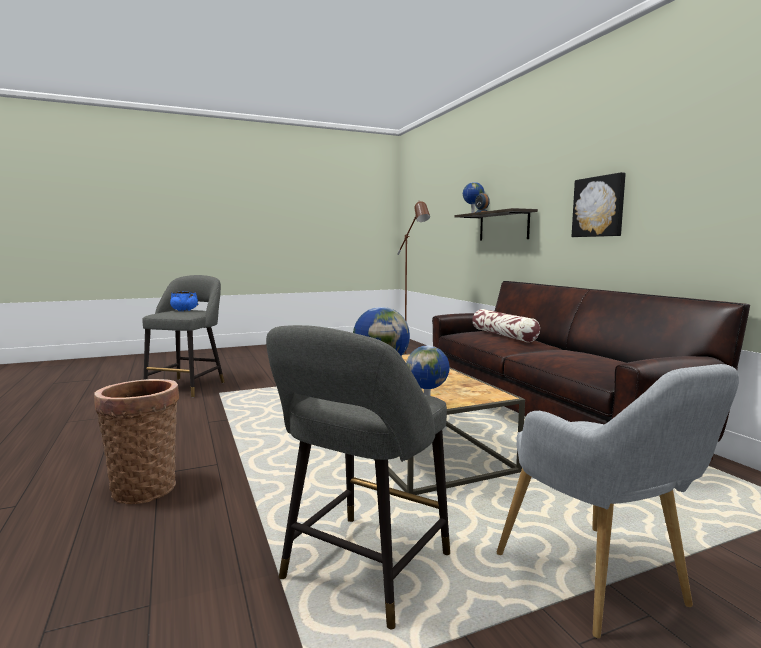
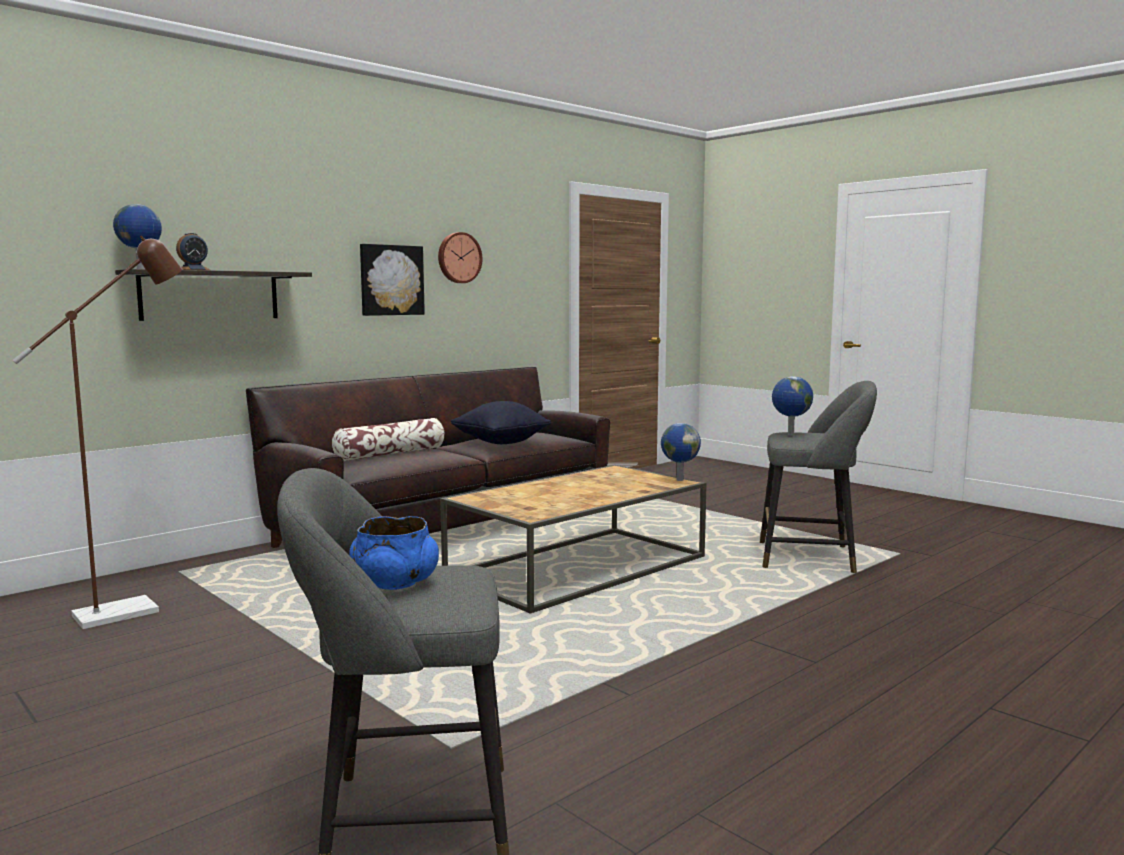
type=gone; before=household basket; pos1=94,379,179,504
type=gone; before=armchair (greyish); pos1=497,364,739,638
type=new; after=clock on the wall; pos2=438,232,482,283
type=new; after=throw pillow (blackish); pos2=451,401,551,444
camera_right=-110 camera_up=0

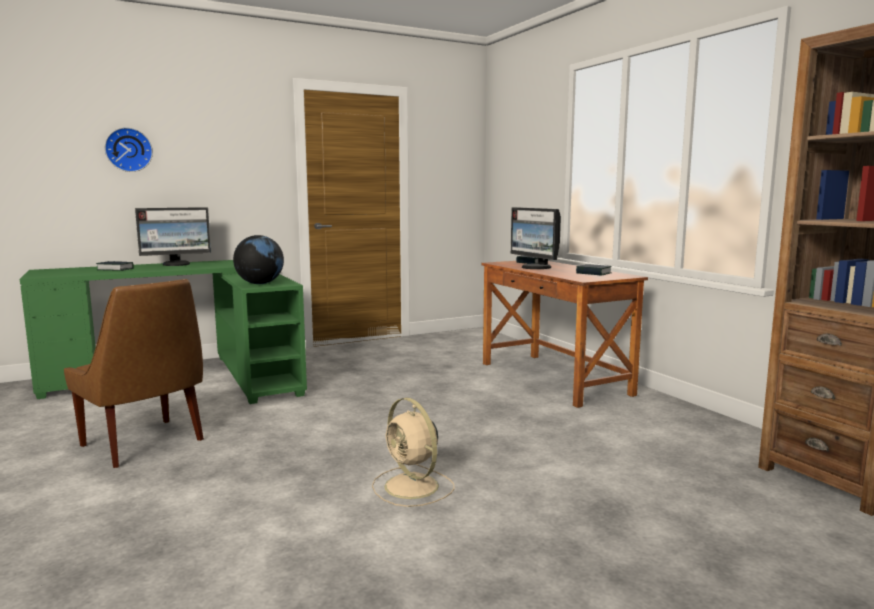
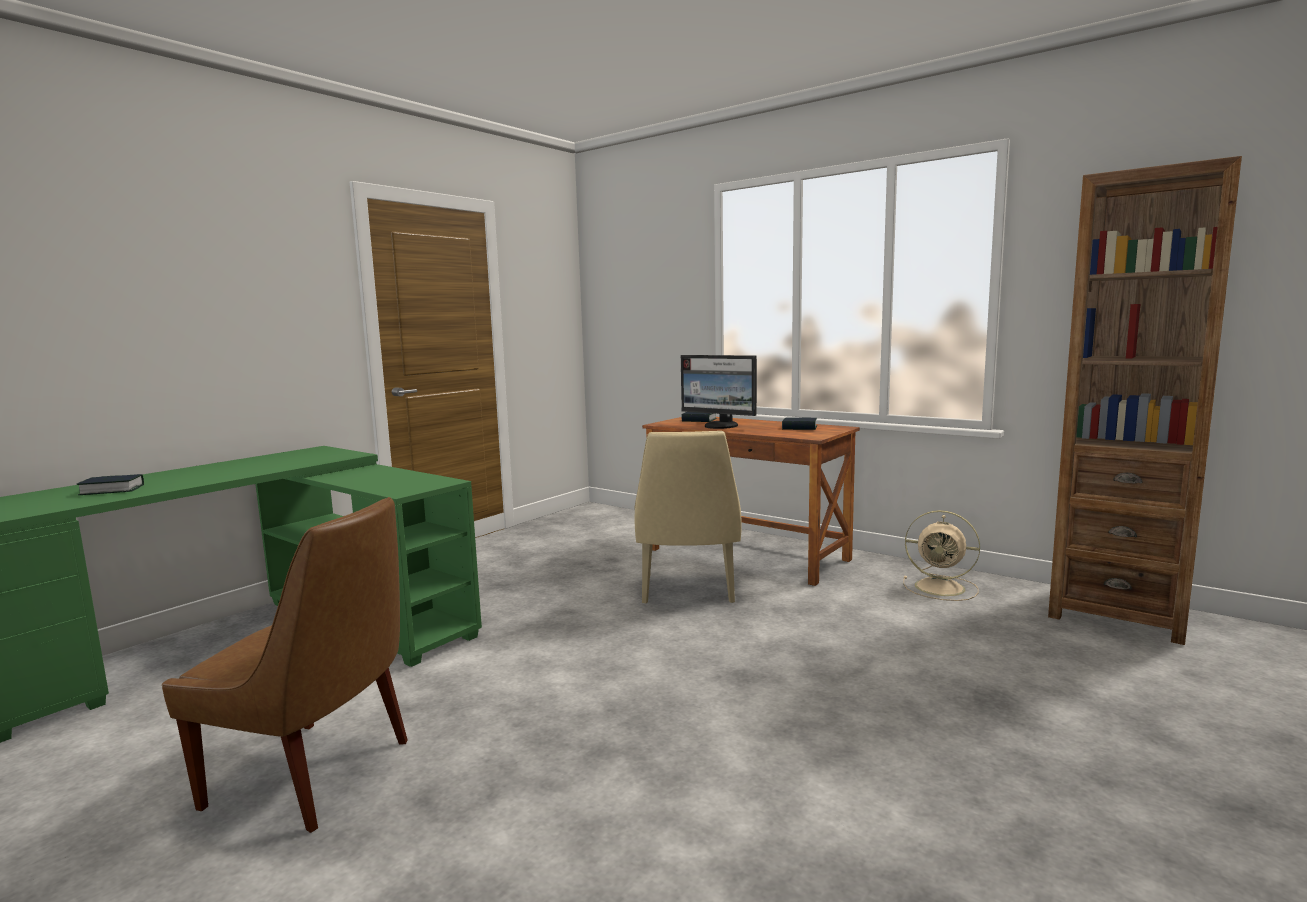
type=gone; before=clock on the wall; pos1=104,127,153,172
type=gone; before=monitor; pos1=135,207,211,266
type=gone; before=world globe; pos1=233,235,284,284
type=new; after=plain chair (beige-coloured); pos2=635,431,742,604
type=shifted; before=electric fan (beige-coloured); pos1=372,398,454,507; pos2=903,510,980,601
camera_right=-25 camera_up=0

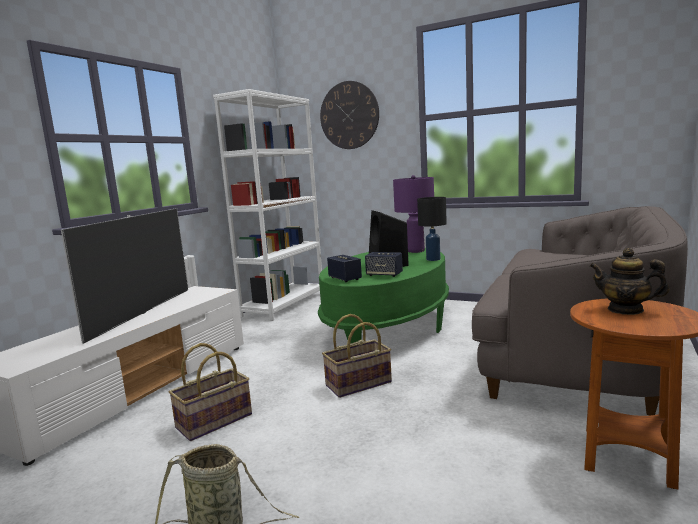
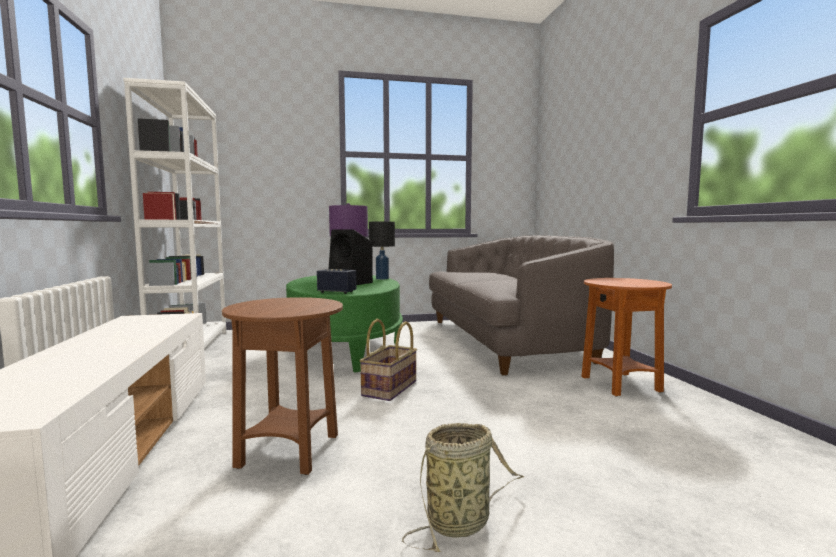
type=gone; before=TV; pos1=61,208,188,344
type=gone; before=clock on the wall; pos1=320,81,379,149
type=gone; before=loudspeaker; pos1=365,252,403,277
type=gone; before=pot for tea; pos1=590,248,669,315
type=swapped; before=household basket; after=side table (brown-coloured); pos1=169,343,252,441; pos2=222,297,343,475
camera_right=-40 camera_up=-5

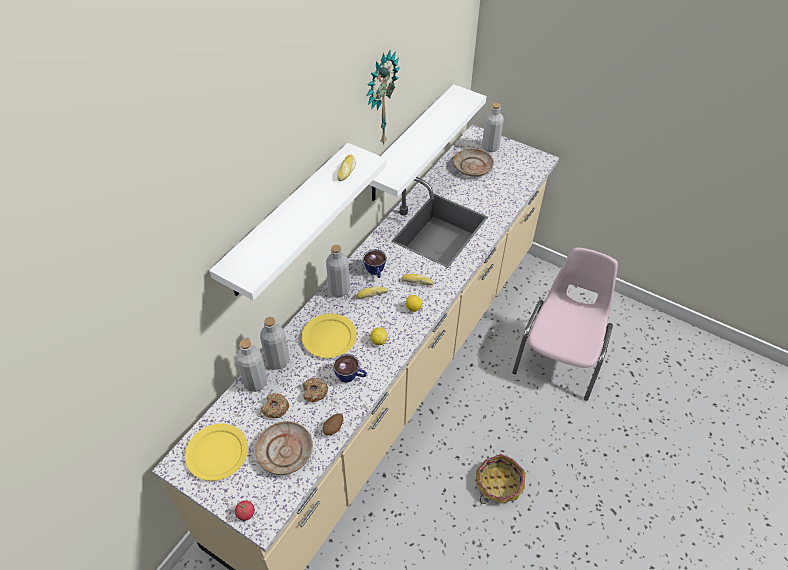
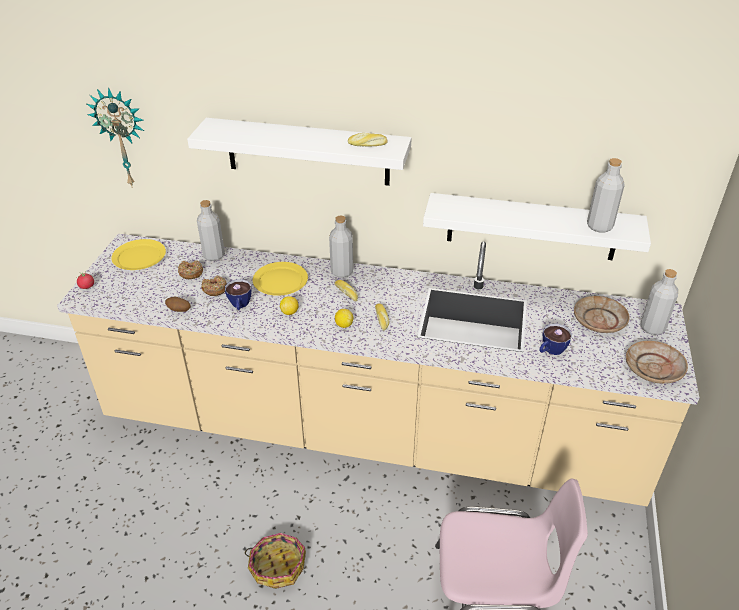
type=shifted; before=plate (beige-coloured); pos1=255,421,313,475; pos2=626,341,688,384
type=shifted; before=drink bottle (greyish); pos1=260,317,289,370; pos2=587,158,625,233
type=shifted; before=small cup; pos1=363,249,387,278; pos2=540,324,572,355
type=shifted; before=clock on the wall; pos1=367,50,400,145; pos2=87,87,144,188
camera_right=70 camera_up=-10

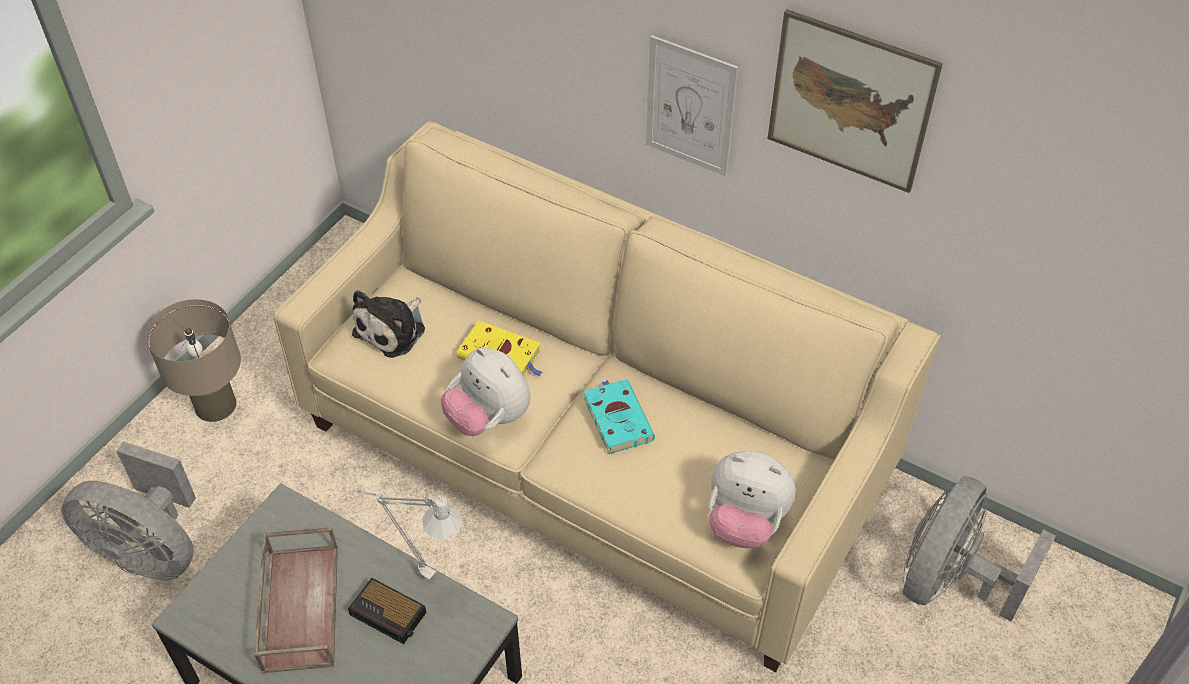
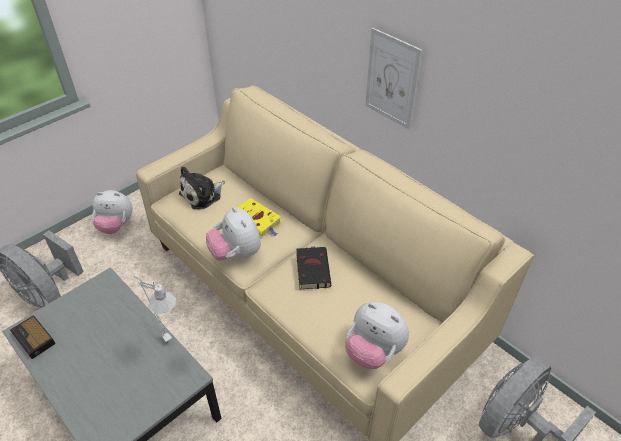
type=gone; before=tray (brown-coloured); pos1=254,527,338,674
type=gone; before=wall art; pos1=768,9,943,193
type=shifted; before=bedside clock; pos1=348,578,426,644; pos2=10,315,56,359
type=swapped; before=tabletop lamp (beige-coloured); after=soft toy; pos1=146,299,241,422; pos2=92,190,133,234
type=repainted; before=book (turquoise); after=book (blackish); pos1=584,379,655,454; pos2=296,246,331,289
camera_right=15 camera_up=-5

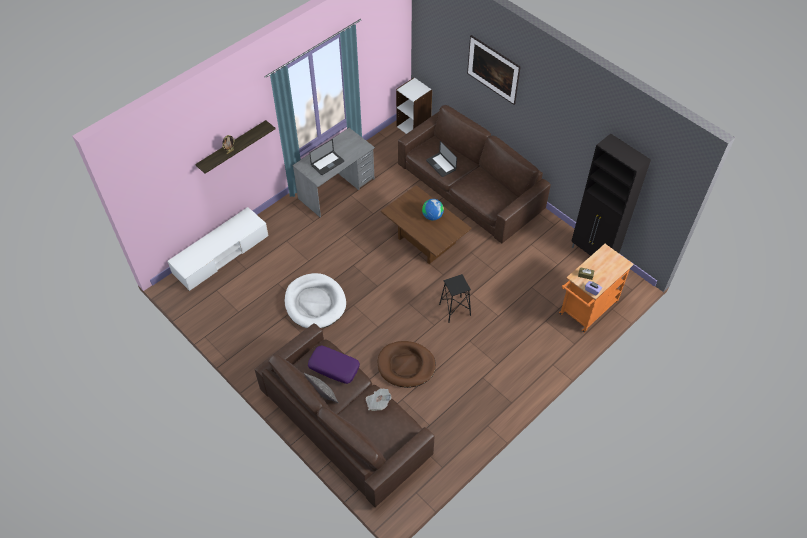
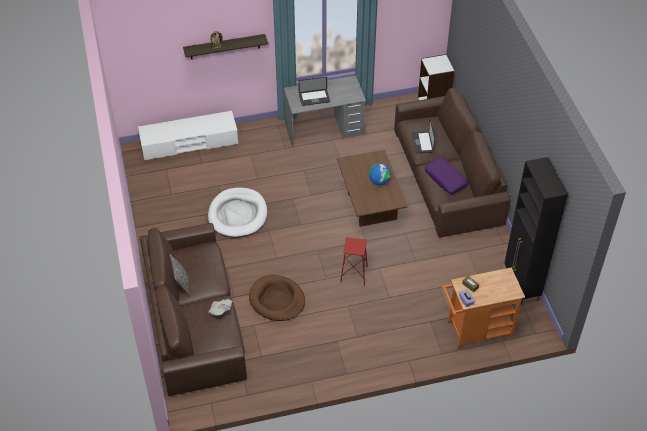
type=gone; before=wall art; pos1=467,35,521,105
type=shifted; before=throw pillow (purple-coloured); pos1=308,346,360,384; pos2=425,158,468,194
type=repainted; before=stool seat (blackish); after=stool seat (red); pos1=439,274,471,323; pos2=340,237,368,286
camera_right=30 camera_up=-5

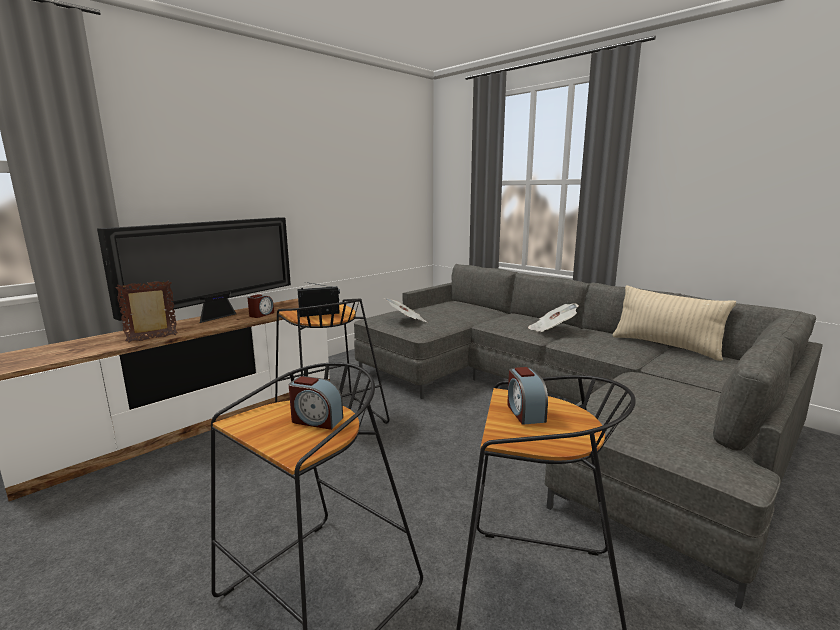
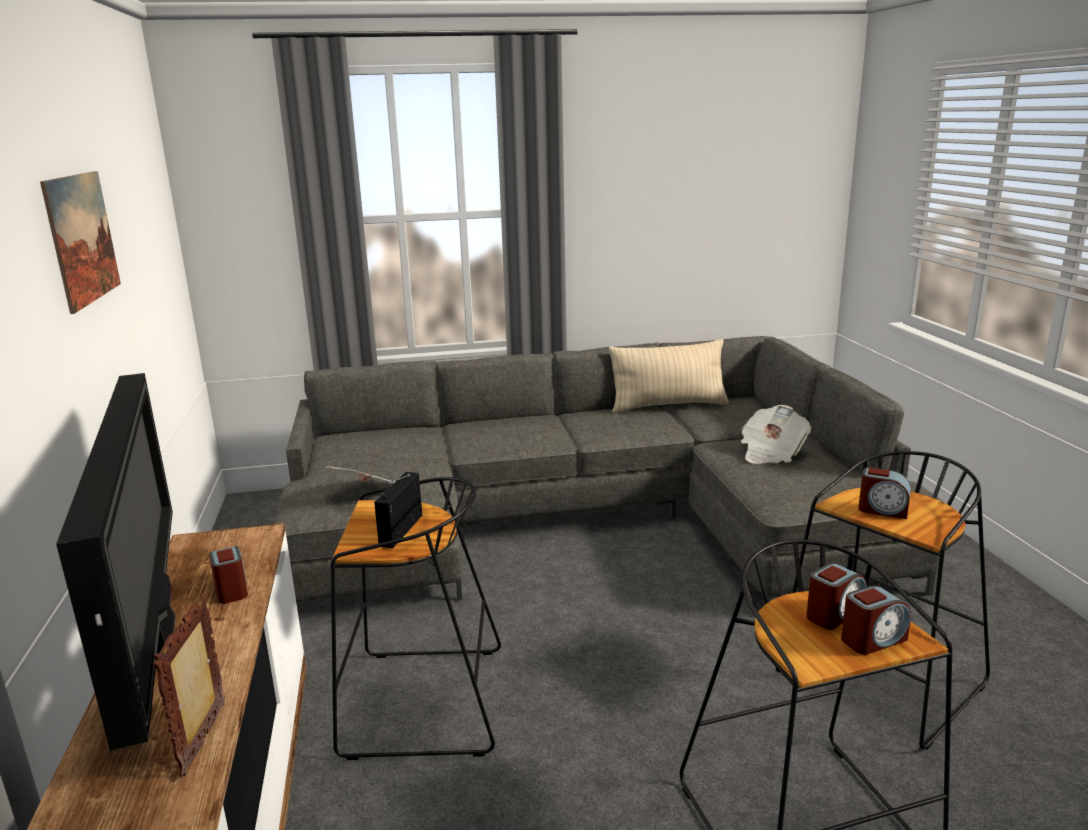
type=new; after=wall art; pos2=40,171,121,314
type=new; after=bedside clock; pos2=841,585,911,655
type=shifted; before=printed paper; pos1=528,303,579,332; pos2=741,405,811,464
camera_right=-55 camera_up=5

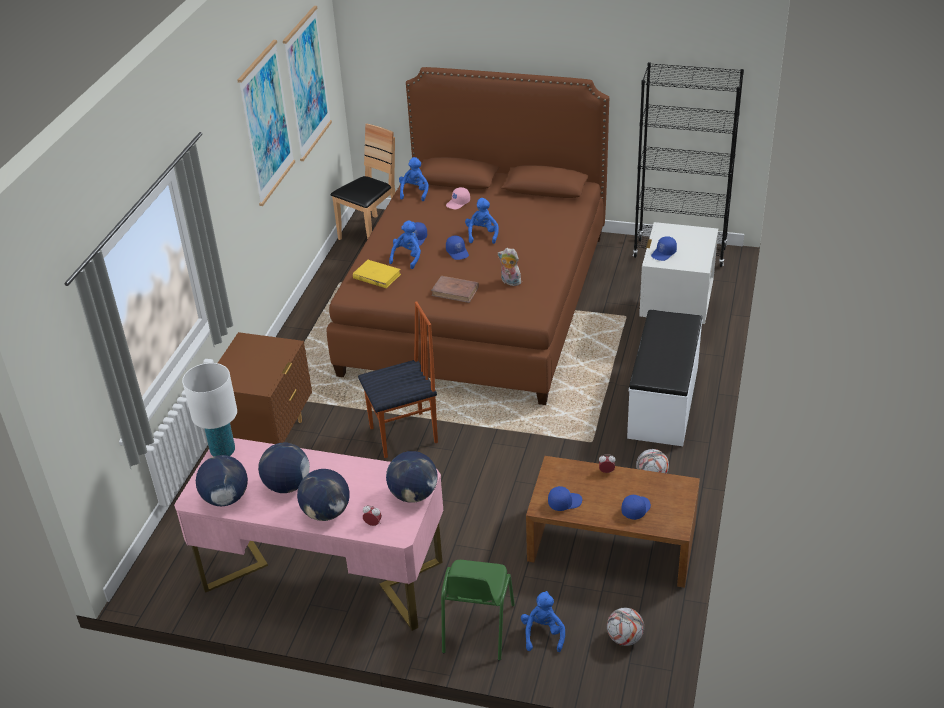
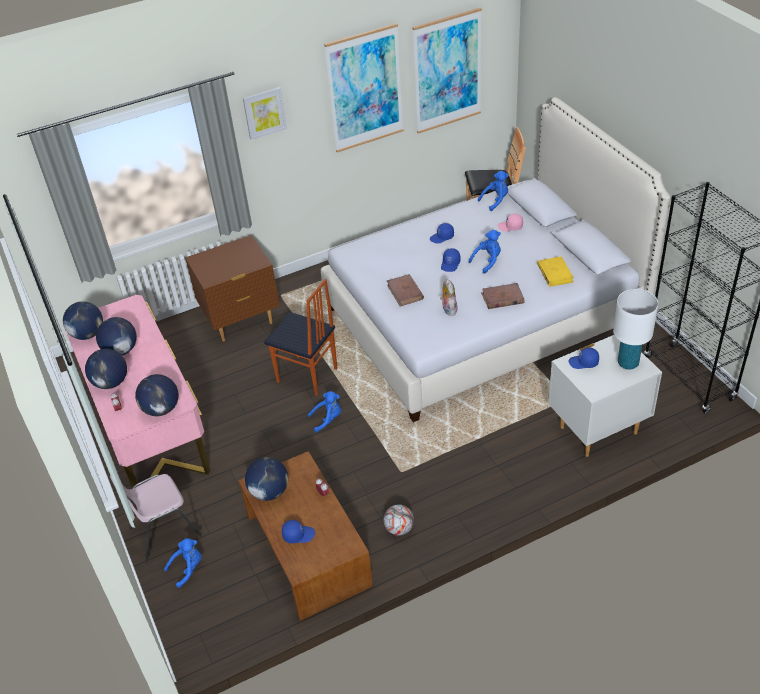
type=gone; before=football; pos1=607,608,644,646
type=gone; before=bench (white-coloured); pos1=627,310,702,446
type=new; after=wall art; pos2=243,87,287,140
type=new; after=book (brown-coloured); pos2=481,283,524,309
type=shifted; before=tabletop lamp (white-coloured); pos1=182,363,237,457; pos2=613,289,658,370
type=shifted; before=book (yellow); pos1=353,260,401,288; pos2=537,256,574,287
type=shifted; before=soft toy (blue); pos1=389,220,421,269; pos2=308,391,341,432
type=swapped; before=baseball cap (blue); after=world globe; pos1=548,486,582,511; pos2=245,457,288,501
type=repainted; before=bed (brown-coloured); after=bed (white-coloured); pos1=327,67,609,405; pos2=321,97,670,422
type=repainted; before=plain chair (green-coloured); after=plain chair (pink-coloured); pos1=441,560,515,661; pos2=110,474,202,562
camera_right=50 camera_up=5

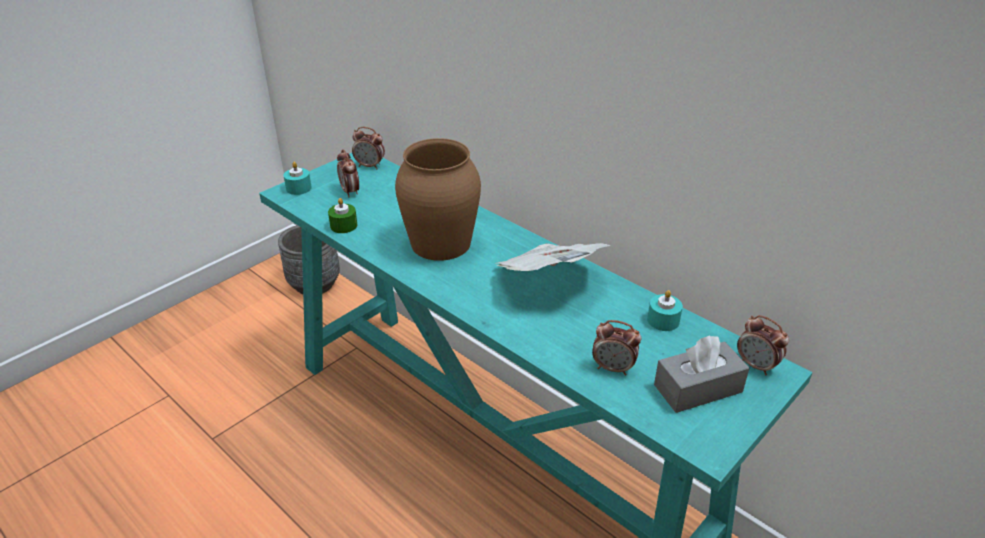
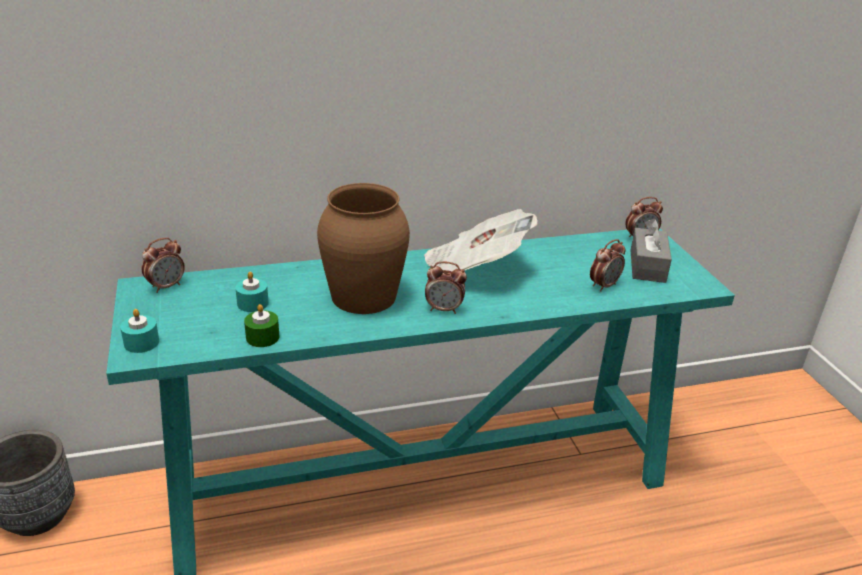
type=shifted; before=bedside clock; pos1=337,149,359,197; pos2=425,261,467,314
type=shifted; before=wax candle (turquoise); pos1=647,290,683,331; pos2=235,272,269,312
camera_right=-60 camera_up=-5

